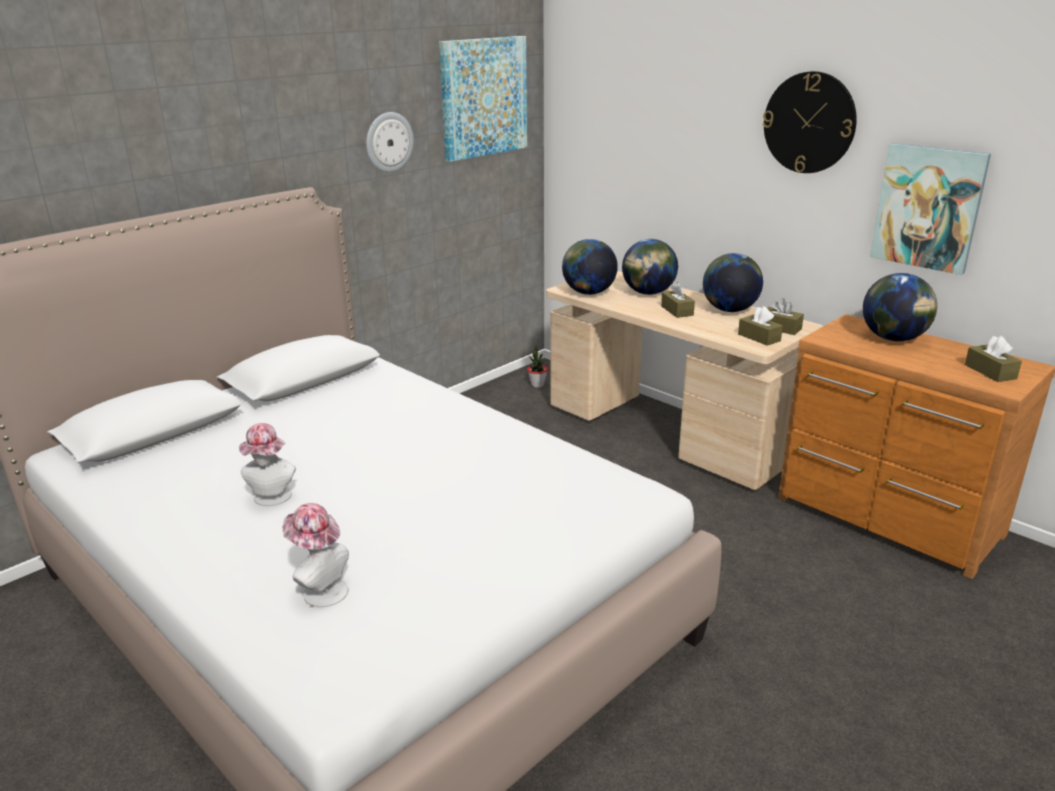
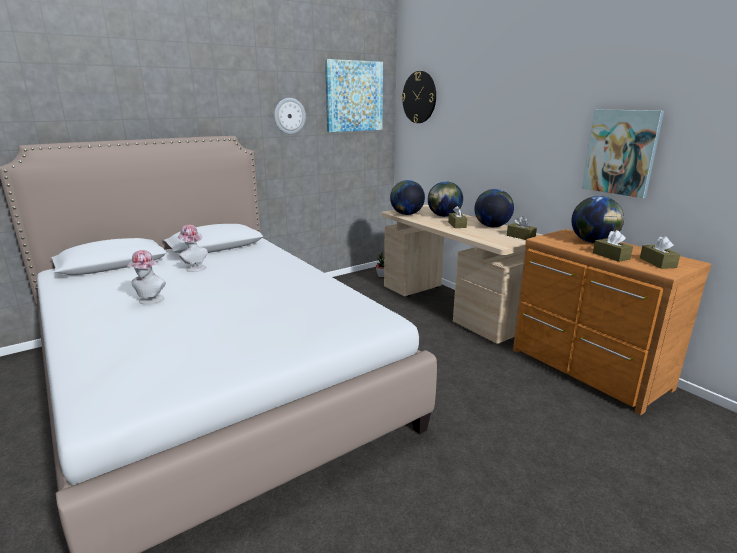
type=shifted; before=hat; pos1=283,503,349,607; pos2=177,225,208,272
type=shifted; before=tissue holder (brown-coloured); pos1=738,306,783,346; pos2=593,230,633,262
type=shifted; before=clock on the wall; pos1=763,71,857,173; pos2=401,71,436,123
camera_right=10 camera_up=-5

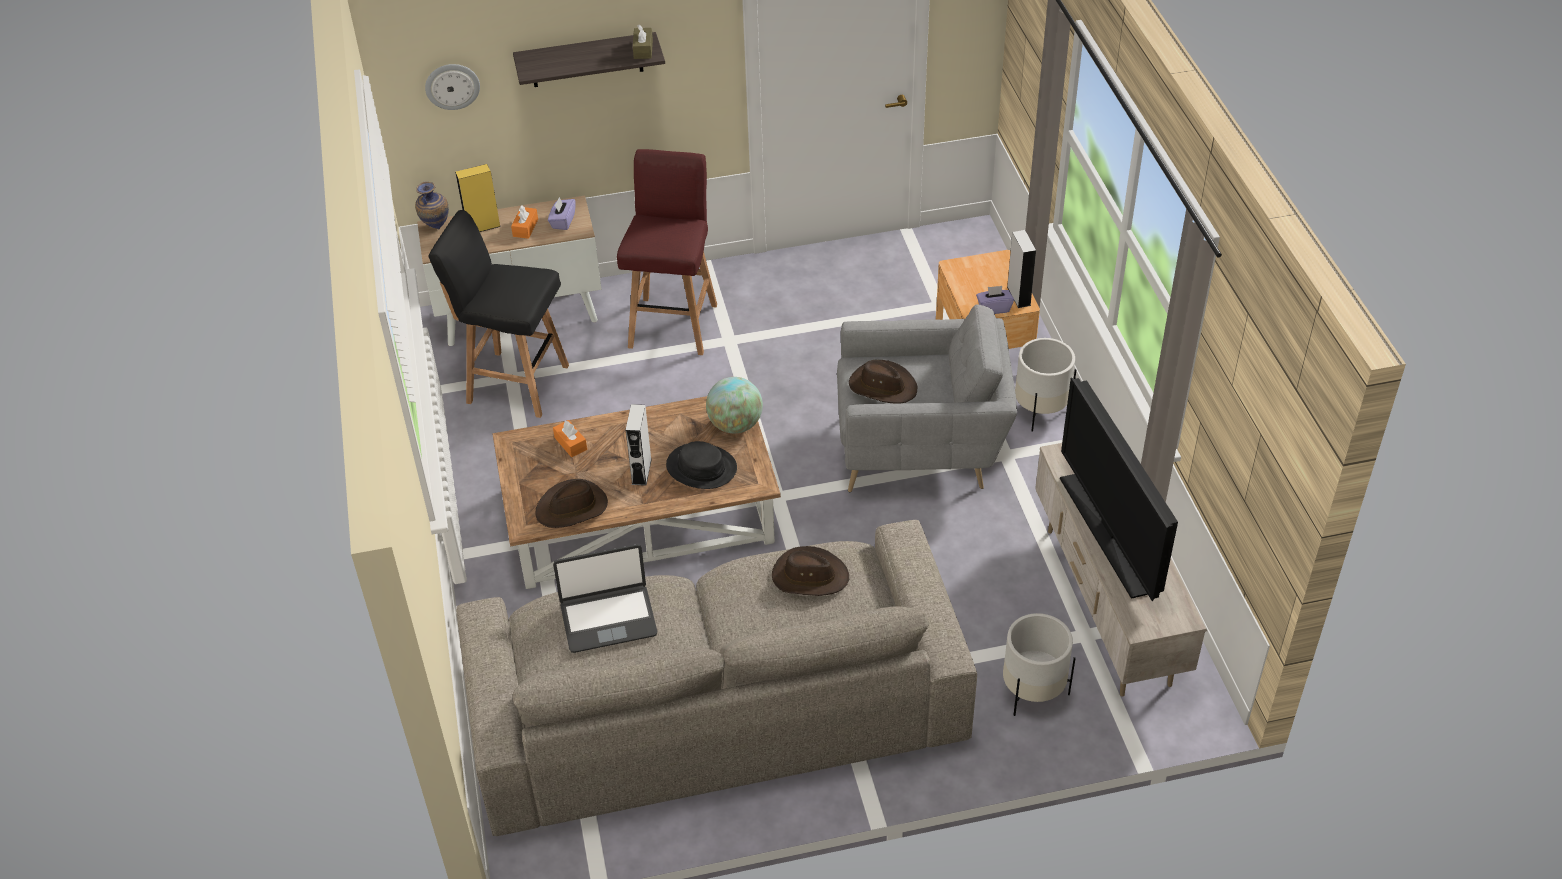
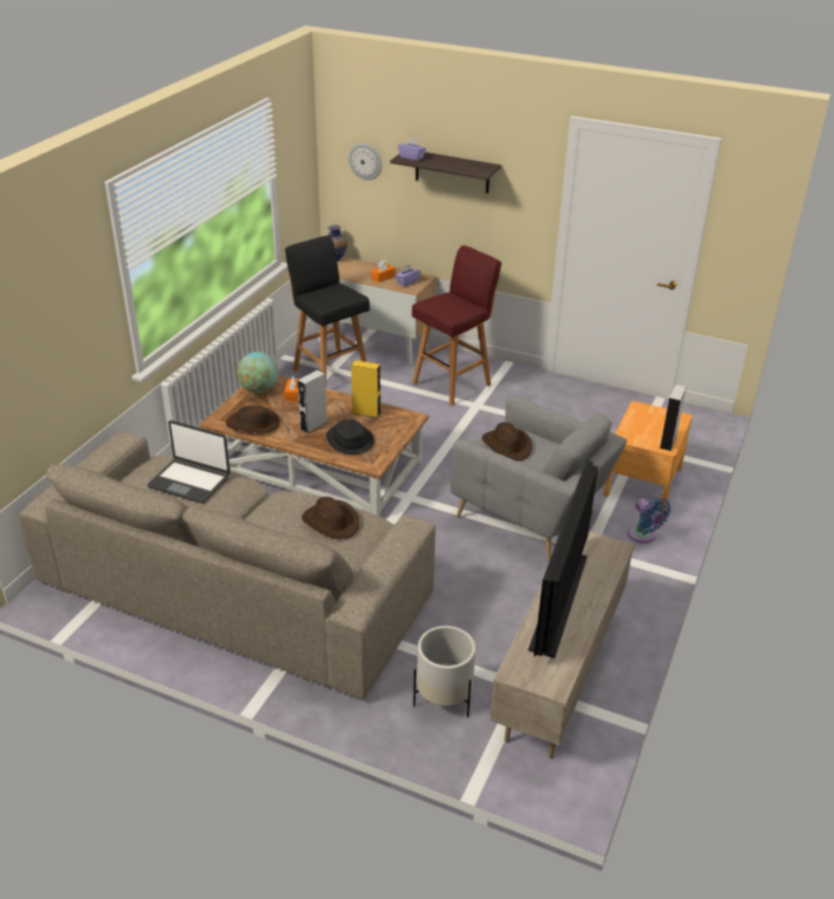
type=gone; before=tissue holder (brown-coloured); pos1=633,24,653,59
type=shifted; before=loudspeaker (yellow); pos1=455,164,501,232; pos2=351,360,381,418
type=shifted; before=world globe; pos1=706,377,763,433; pos2=237,352,279,393
type=shifted; before=tissue holder (purple-coloured); pos1=976,286,1014,314; pos2=398,137,426,161
type=swapped; before=plant pot (white-coloured); after=electric fan (blue); pos1=1015,338,1076,432; pos2=627,498,671,543
camera_right=35 camera_up=-10

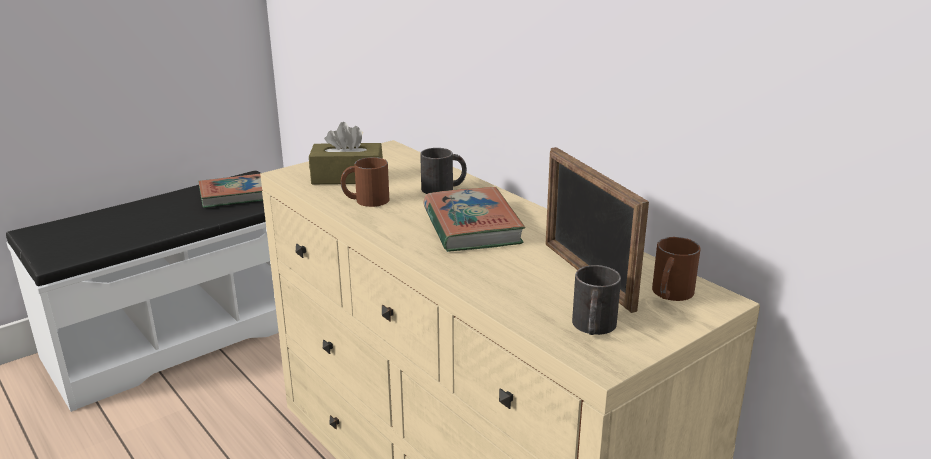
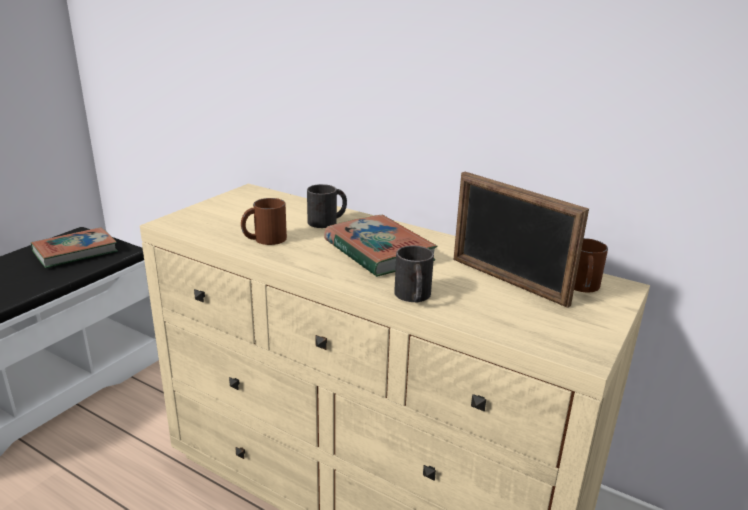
type=gone; before=tissue holder (brown-coloured); pos1=309,122,383,184
type=shifted; before=coffee mug (blackish); pos1=572,265,621,335; pos2=394,246,434,302
camera_right=-20 camera_up=0

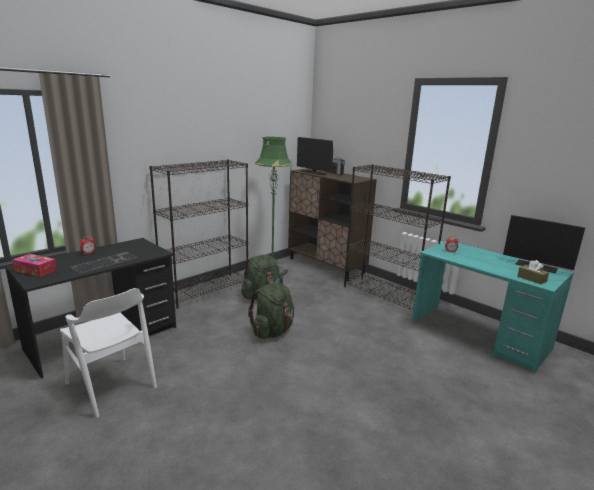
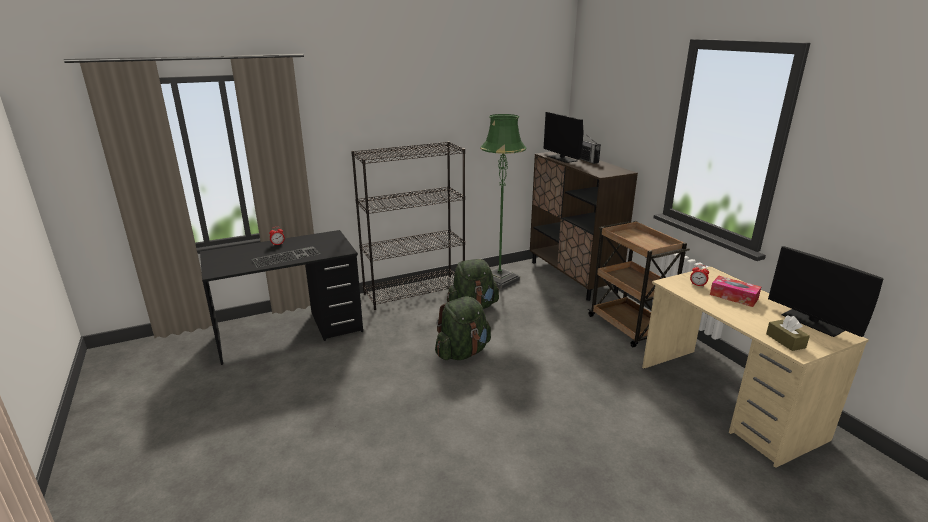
type=gone; before=plain chair (white-coloured); pos1=60,288,157,418
type=shifted; before=tissue holder; pos1=12,254,57,277; pos2=710,276,761,307
type=swapped; before=bookcase (blackish); after=trolley (brown-coloured); pos1=344,164,451,310; pos2=588,221,690,347
type=repainted; before=desk (turquoise); after=desk (beige-coloured); pos1=412,241,574,373; pos2=642,267,869,468
camera_right=20 camera_up=5

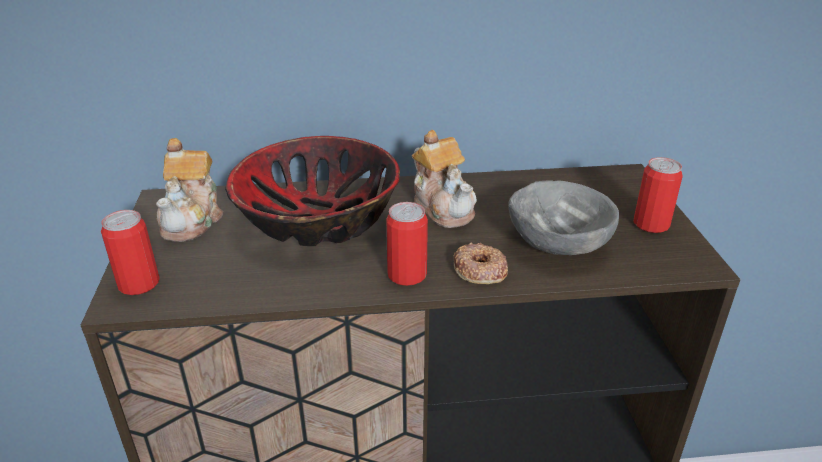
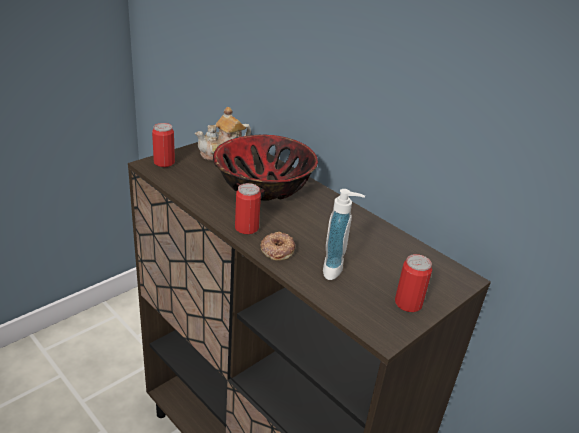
type=gone; before=pot for tea; pos1=412,130,477,228
type=swapped; before=deep dish (greyish); after=soap dispenser; pos1=508,180,619,255; pos2=323,189,365,280
camera_right=50 camera_up=0

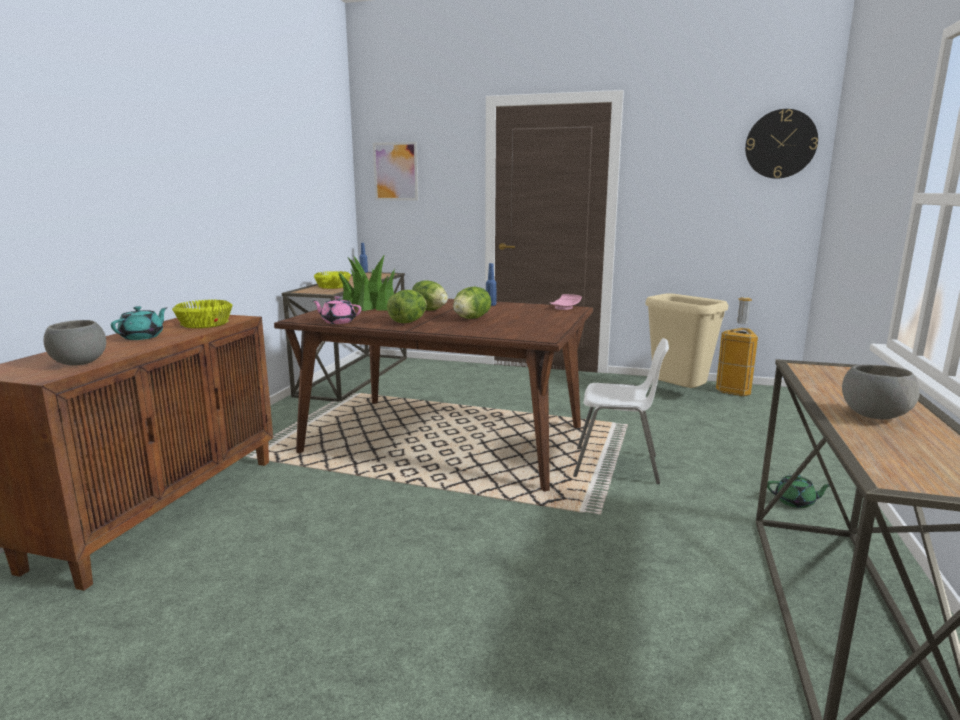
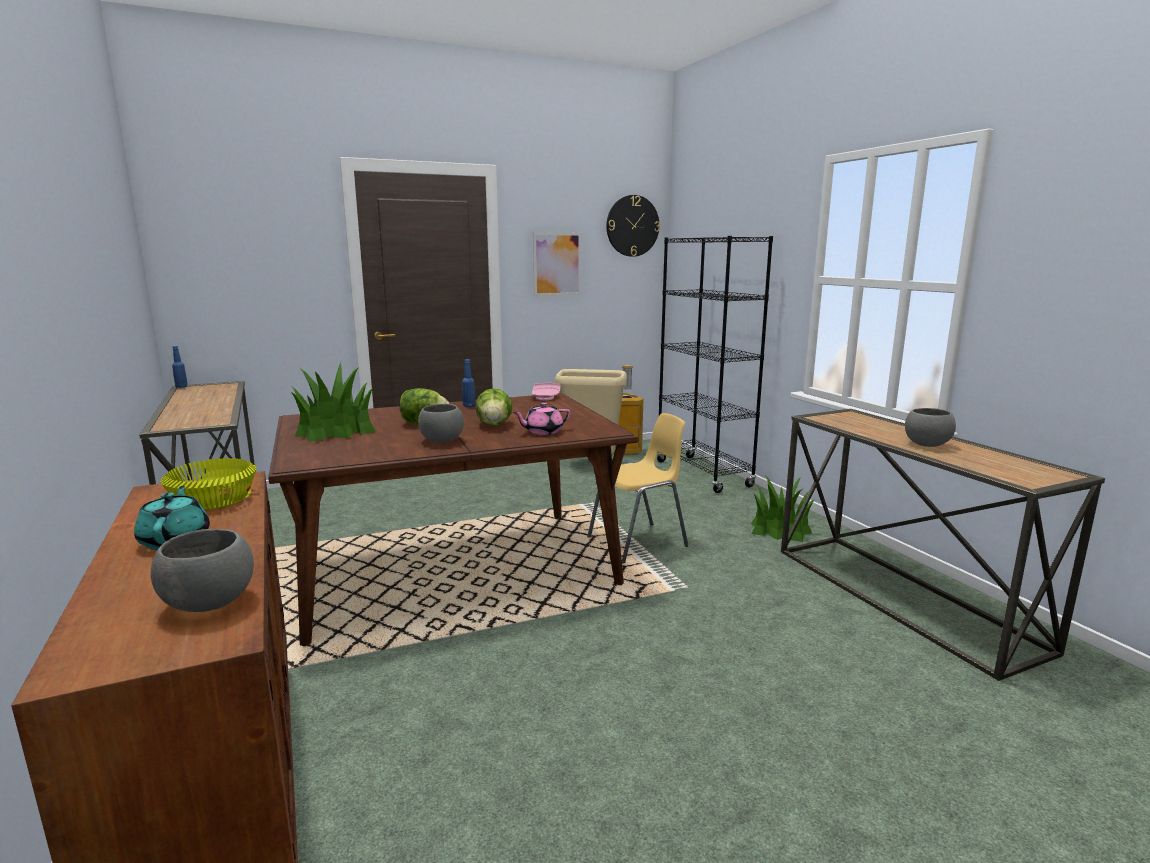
type=gone; before=deep dish (yellow); pos1=314,271,351,289
type=new; after=bookcase (blackish); pos2=657,236,773,493
type=shifted; before=pot for tea (pink-coloured); pos1=312,296,361,324; pos2=513,402,570,435
type=shifted; before=wall art; pos1=373,142,418,200; pos2=533,232,581,296
type=swapped; before=lettuce; after=deep dish (greyish); pos1=387,290,427,323; pos2=418,404,464,443
type=swapped; before=pot for tea (green-coloured); after=potted plant; pos1=767,475,830,508; pos2=751,475,815,542
type=repainted; before=plain chair (white-coloured); after=plain chair (yellow); pos1=573,338,669,484; pos2=587,413,689,563
camera_right=-40 camera_up=0

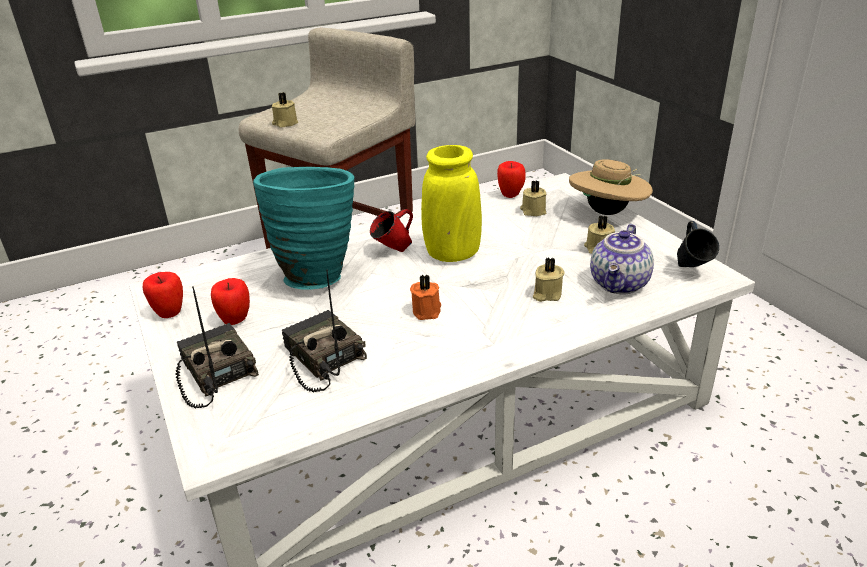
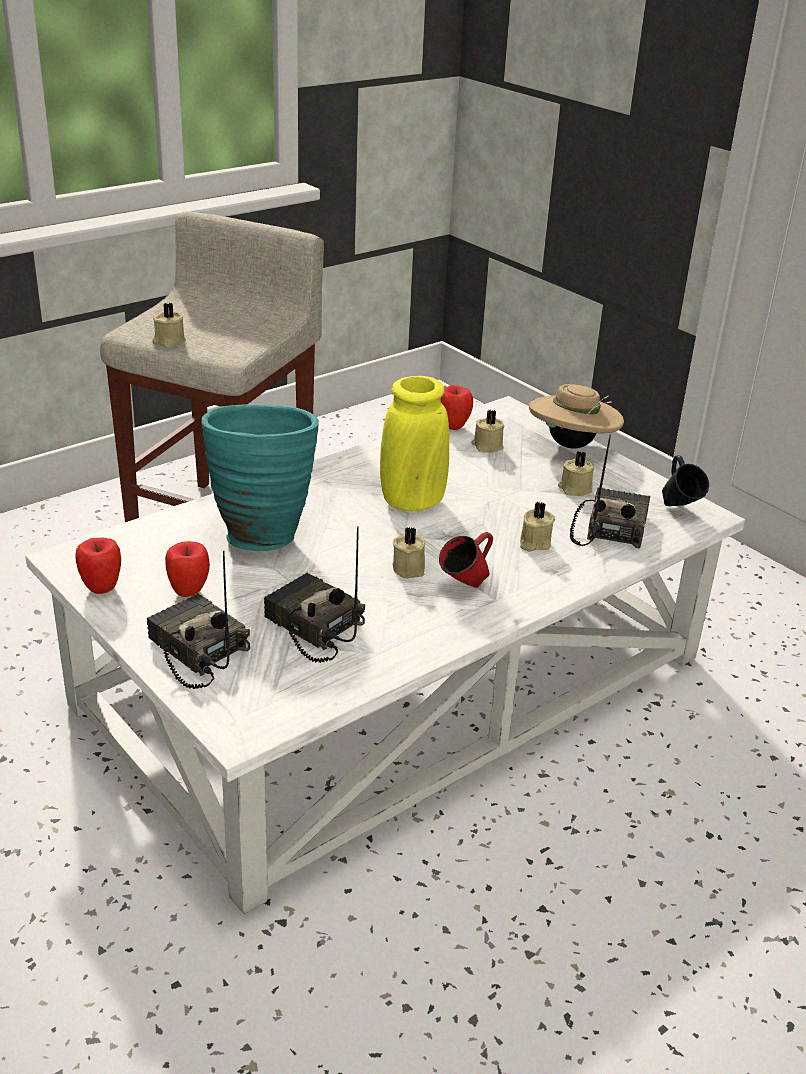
type=shifted; before=coffee mug (red); pos1=370,209,413,252; pos2=439,532,493,588
type=swapped; before=pot for tea; after=radio set; pos1=590,224,654,295; pos2=570,434,650,549
type=repainted; before=wax candle (orangey); after=wax candle (beige-coloured); pos1=410,275,441,320; pos2=393,527,425,579
camera_right=-15 camera_up=0

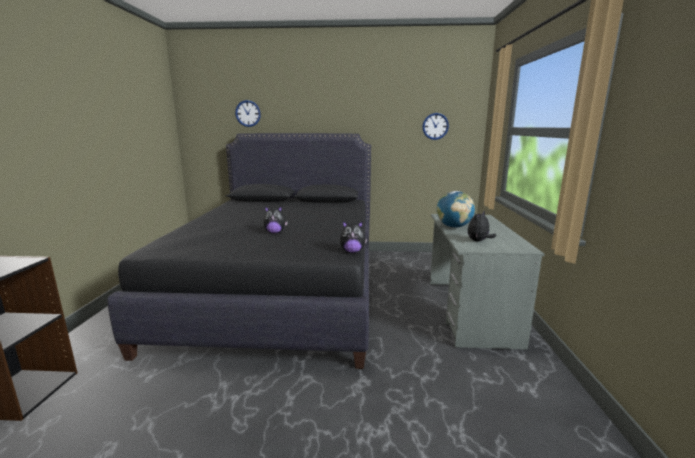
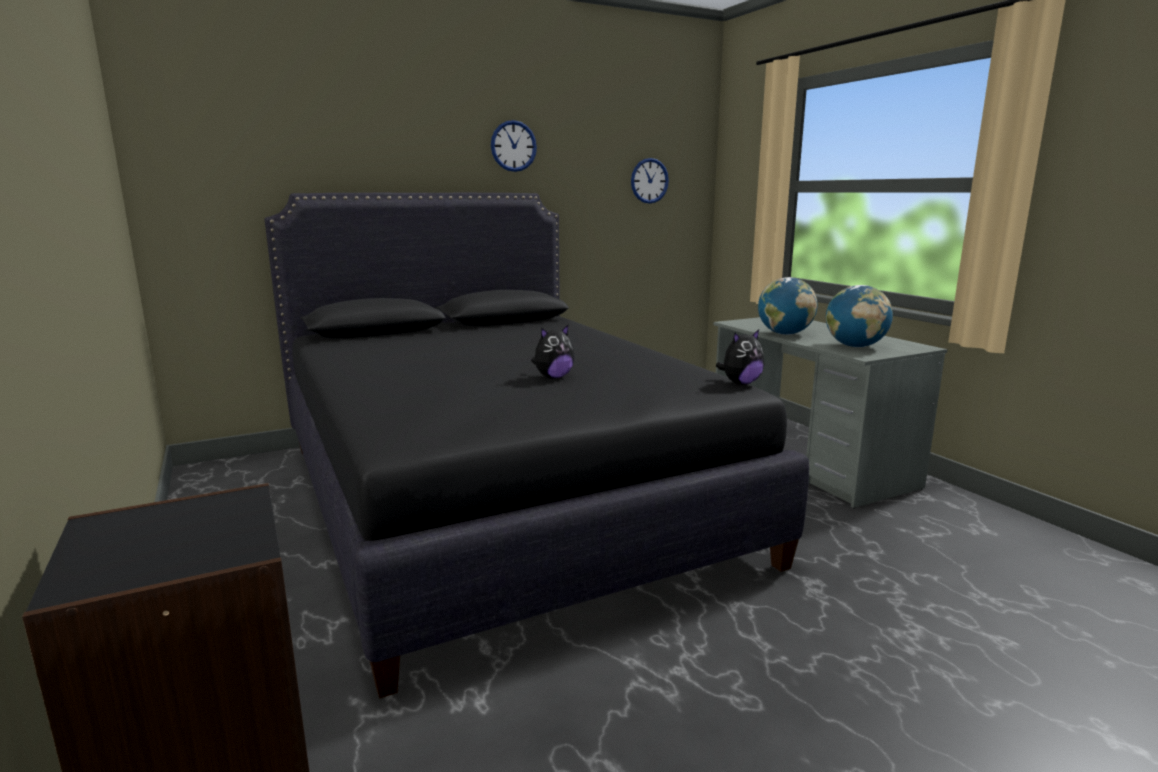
type=shifted; before=clock on the wall; pos1=235,100,261,127; pos2=491,120,537,172
type=swapped; before=soft toy; after=world globe; pos1=468,211,496,241; pos2=826,285,893,347
camera_right=-30 camera_up=0

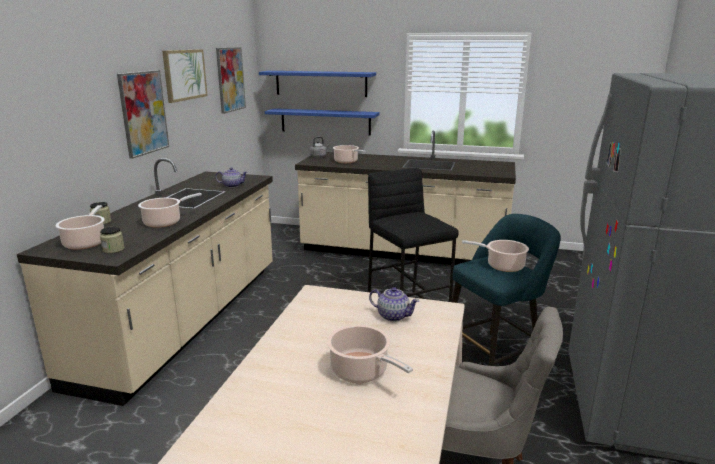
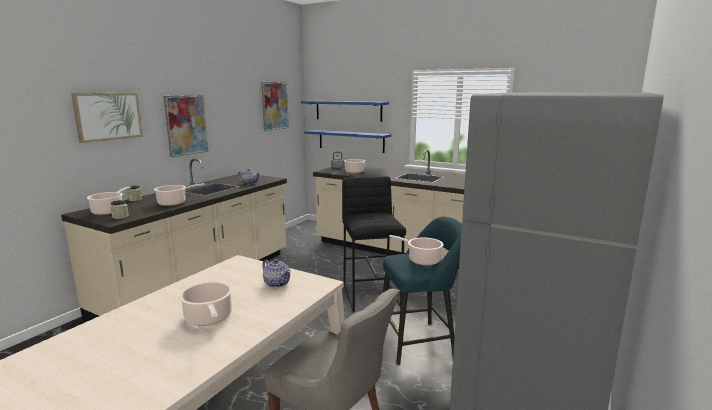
type=shifted; before=wall art; pos1=162,49,208,103; pos2=71,93,143,143
camera_right=15 camera_up=-5

